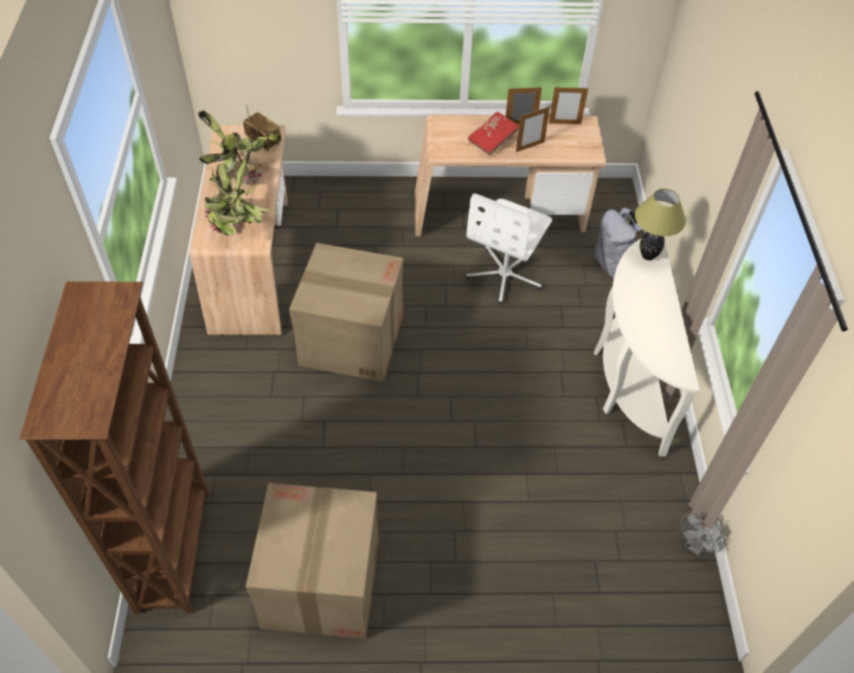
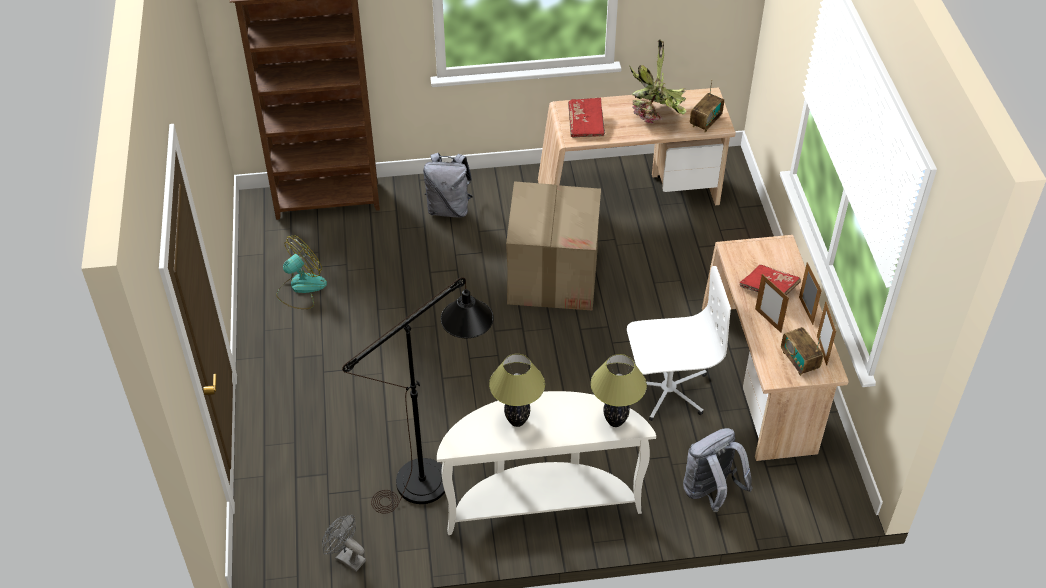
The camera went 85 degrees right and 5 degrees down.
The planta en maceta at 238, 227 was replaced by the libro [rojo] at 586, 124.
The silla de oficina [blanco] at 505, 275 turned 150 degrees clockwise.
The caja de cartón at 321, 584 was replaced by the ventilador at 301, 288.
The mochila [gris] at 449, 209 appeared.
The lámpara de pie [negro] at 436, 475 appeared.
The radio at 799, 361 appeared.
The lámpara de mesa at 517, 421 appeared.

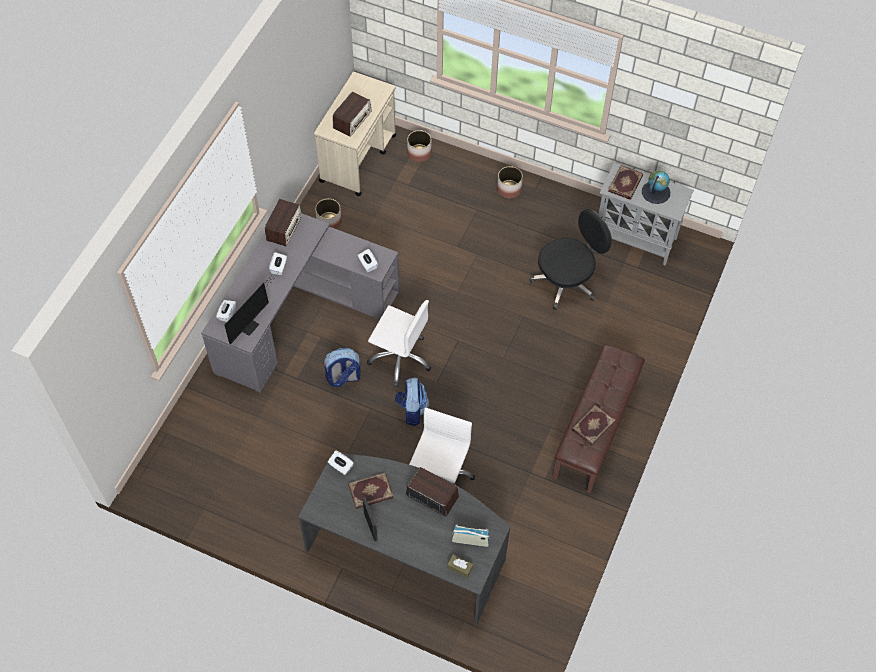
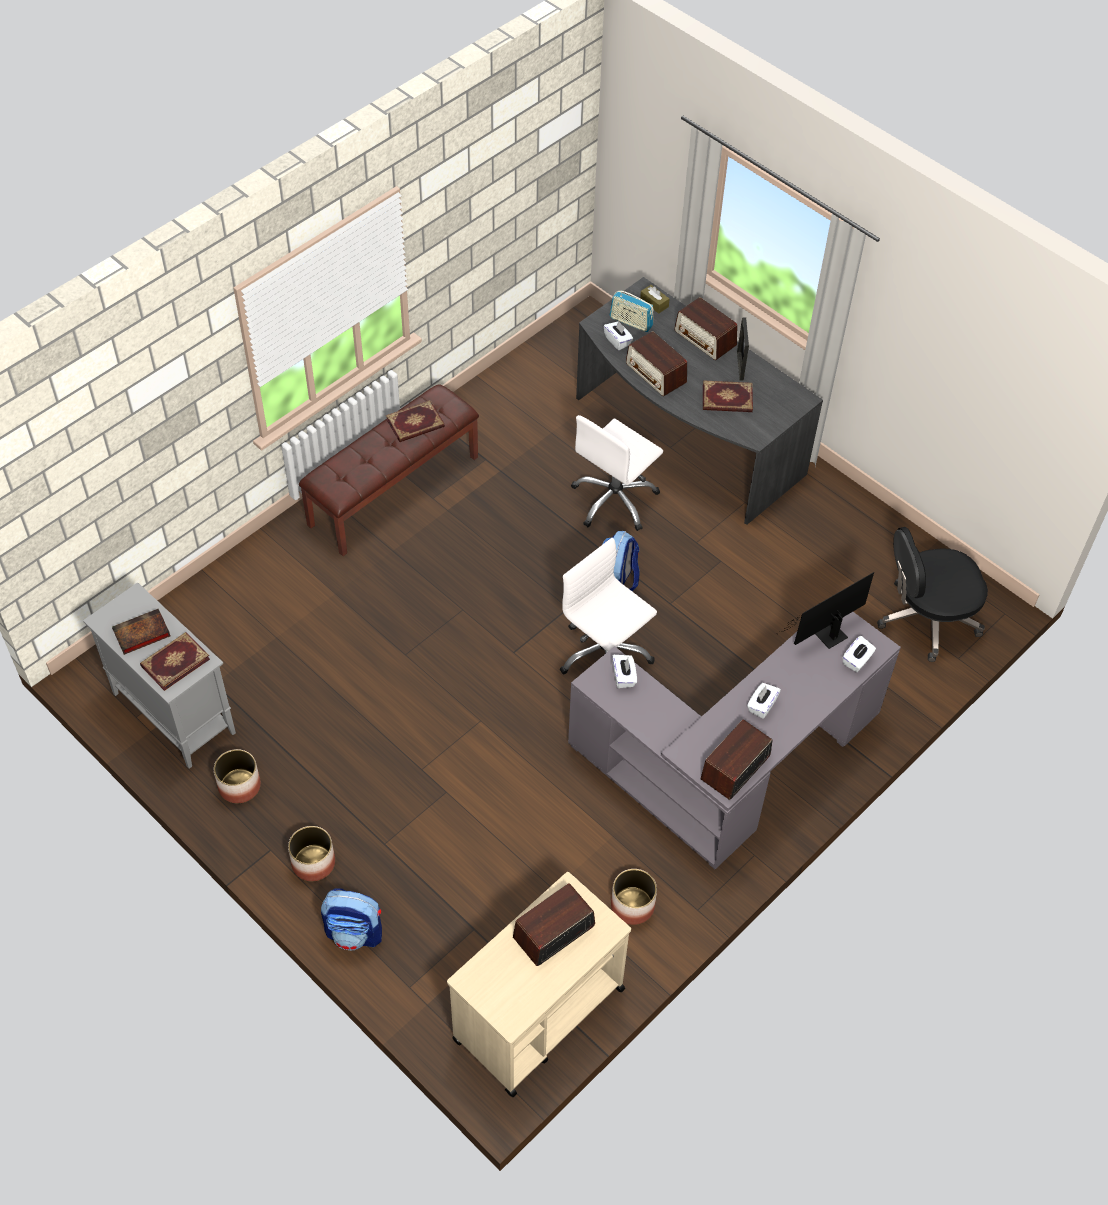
The camera went 160 degrees left and 5 degrees down.
The maceta moved from 419, 153 to 239, 786.
The globo terráqueo at 655, 192 was replaced by the libro at 140, 634.
The silla de oficina [negro] moved from 566, 281 to 926, 619.
The mochila moved from 343, 378 to 355, 932.
The caja de pañuelos [blanco] moved from 341, 466 to 618, 341.
The radio at 705, 338 appeared.

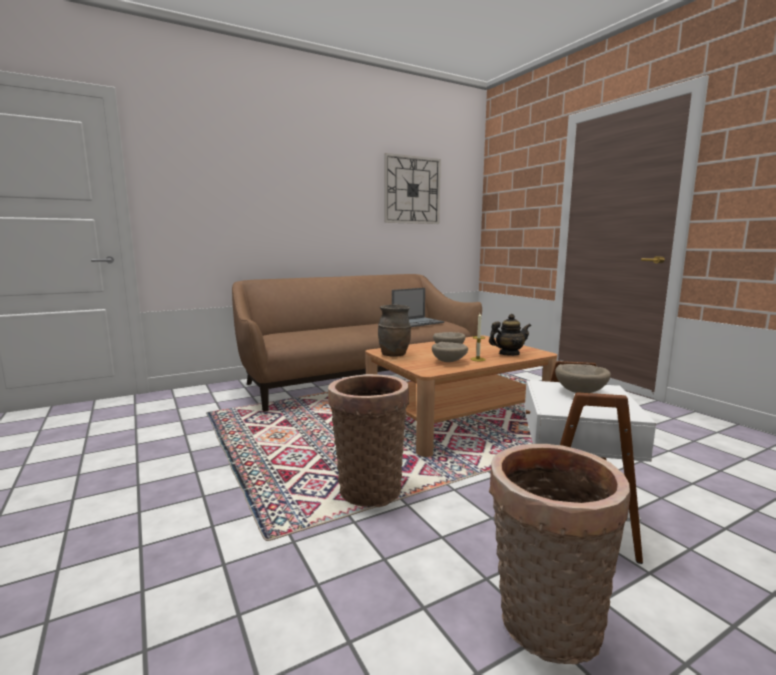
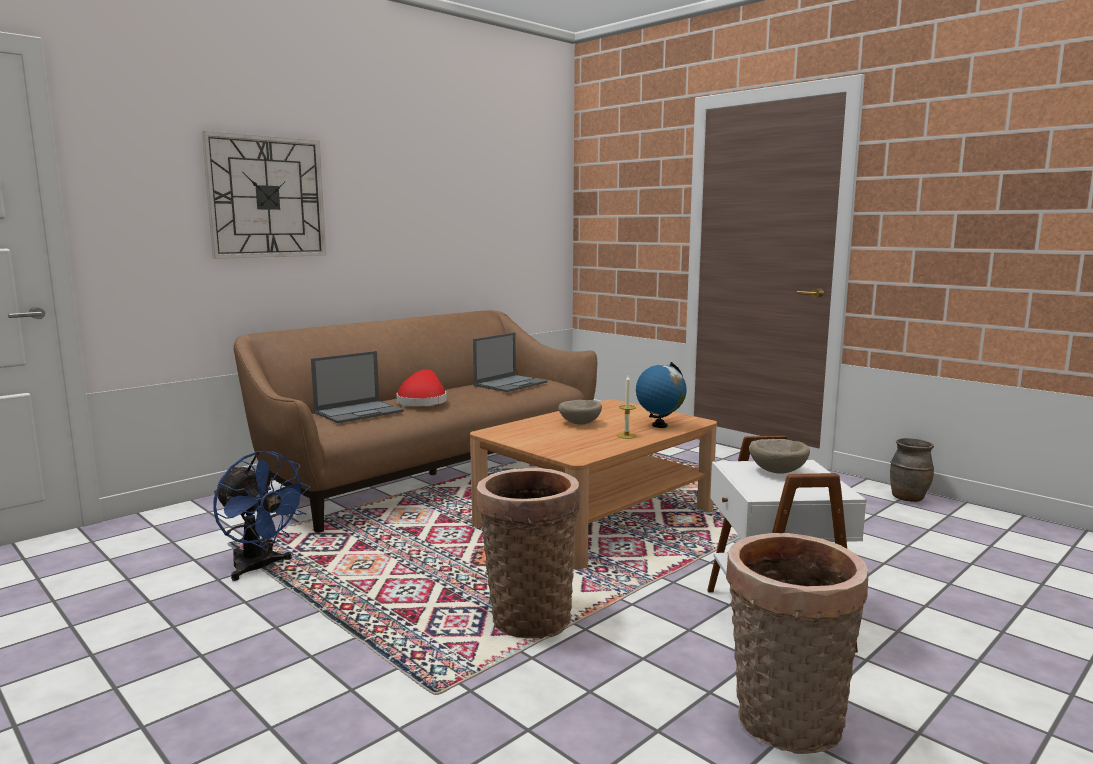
The camera went 15 degrees left and 0 degrees up.
The reloj de pared moved from 412, 190 to 266, 197.
The florero [marrón] moved from 394, 355 to 908, 498.
The tetera at 508, 354 was replaced by the globo terráqueo at 659, 425.
The cuenco [beis] at 450, 361 disappeared.
The portátil at 359, 412 appeared.
The sombrero [rojo] at 422, 401 appeared.
The ventilador [azul] at 260, 568 appeared.

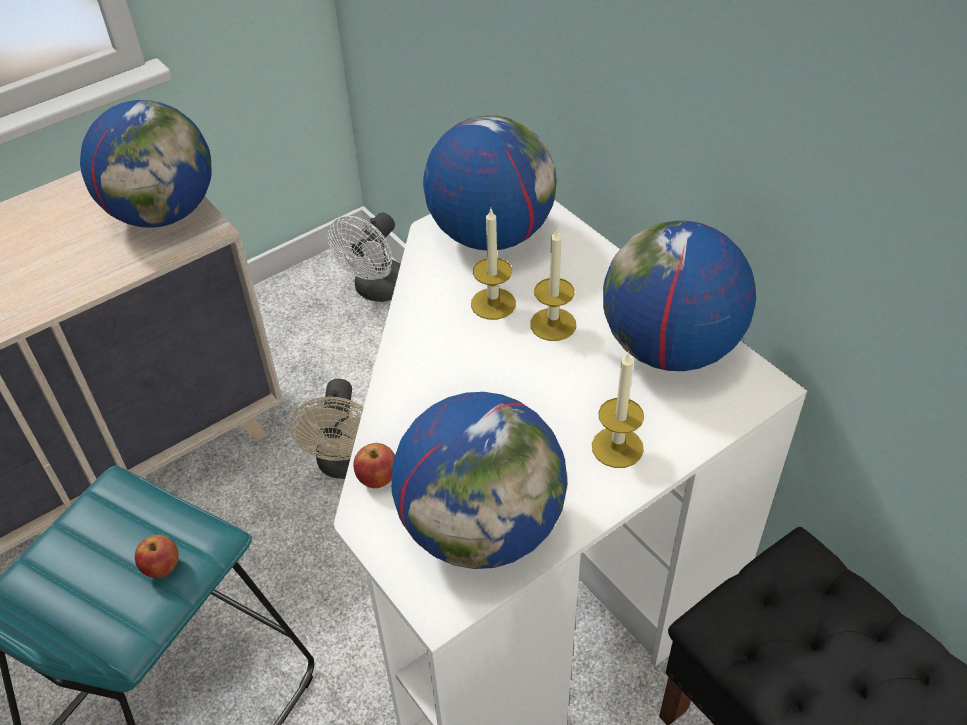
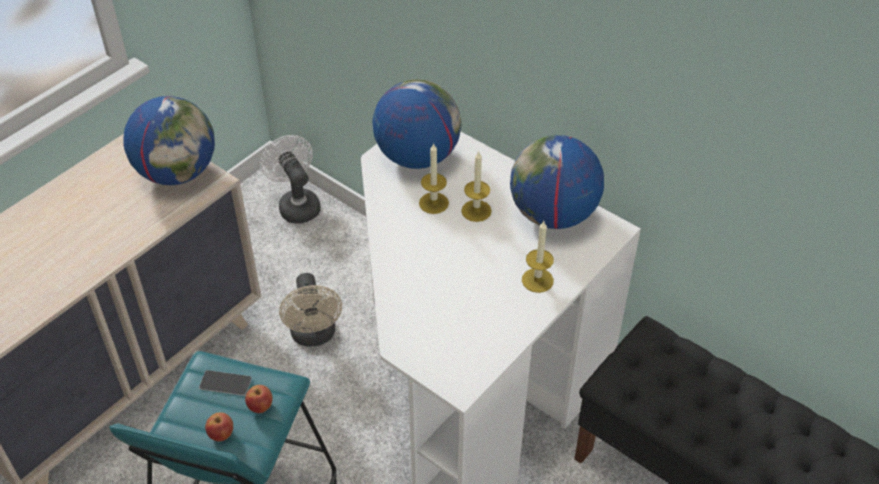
The camera went 15 degrees left and 0 degrees up.
The ventilador [blanco] at 376, 291 turned 135 degrees clockwise.
The globo terráqueo at 482, 528 disappeared.
The manzana moved from 377, 479 to 221, 434.
The móvil at 225, 383 appeared.

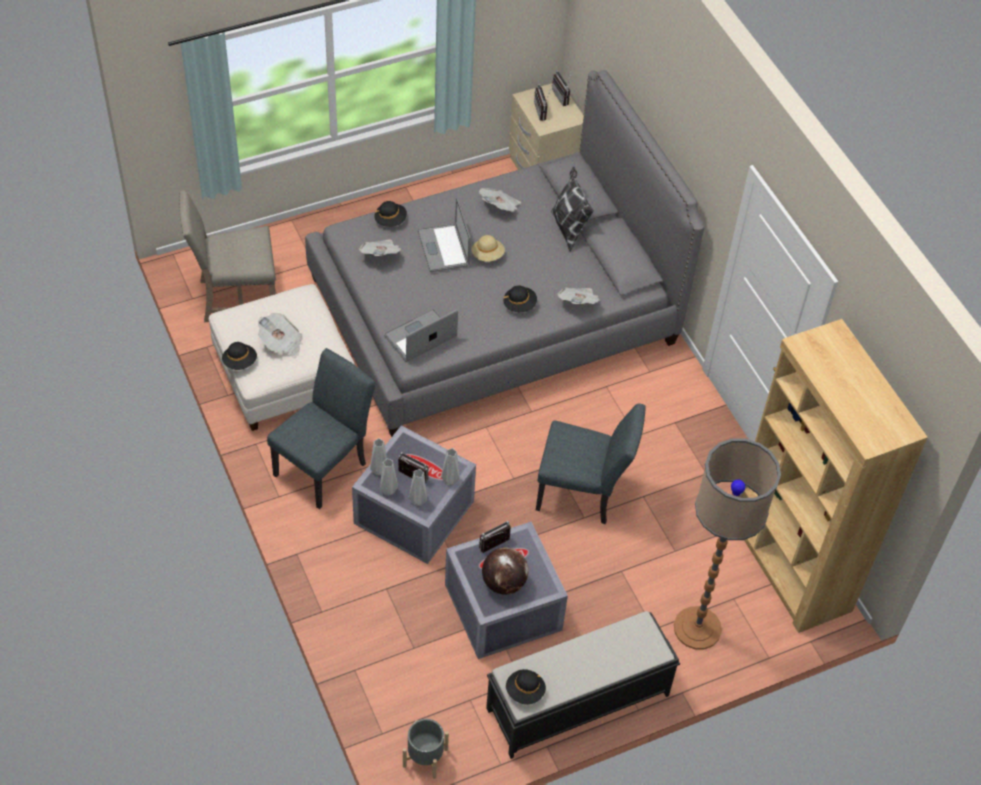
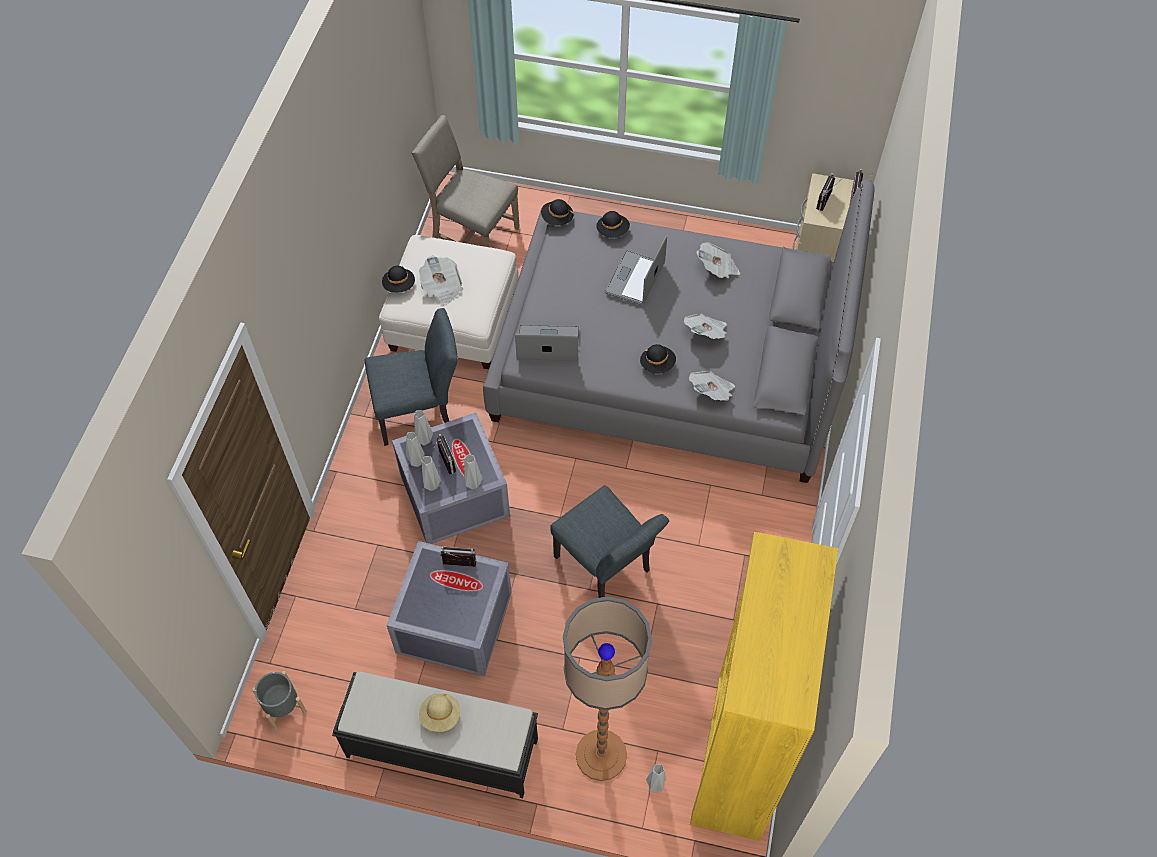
The camera went 40 degrees right and 5 degrees up.
The cojín at 569, 228 disappeared.
The sombrero [beis] moved from 487, 255 to 440, 716.
The periódico moved from 381, 255 to 706, 333.
The estantería [marrón] at 790, 566 became the estantería [amarillo] at 736, 756.
The globo terráqueo at 503, 582 disappeared.
The sombrero [negro] moved from 525, 691 to 557, 219.
The florero [gris] at 655, 784 appeared.

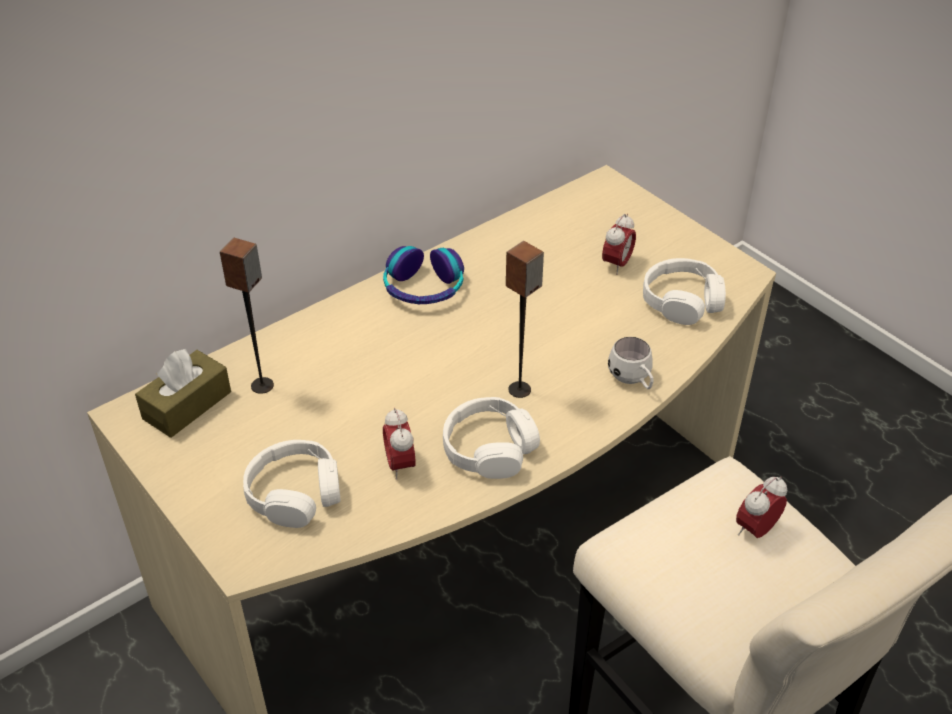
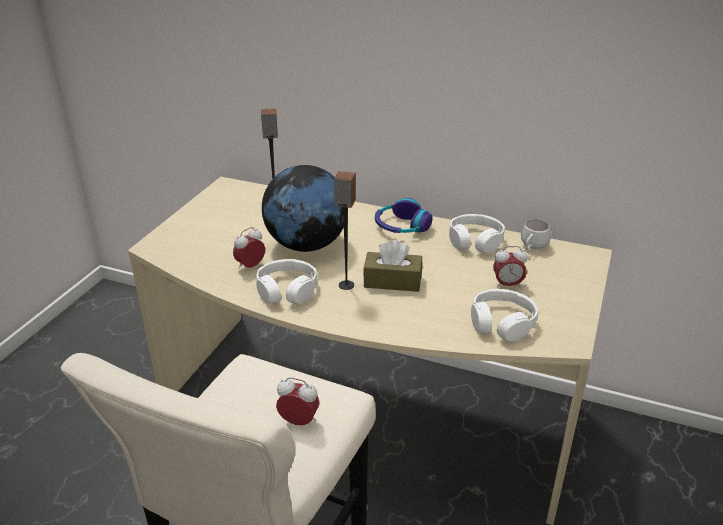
The camera went 60 degrees right and 10 degrees down.
The taza grande [blanco] moved from 633, 380 to 532, 248.
The caja de pañuelos [marrón] moved from 187, 405 to 392, 281.
The auriculares [blanco] moved from 295, 493 to 475, 241.
The globo terráqueo at 306, 245 appeared.

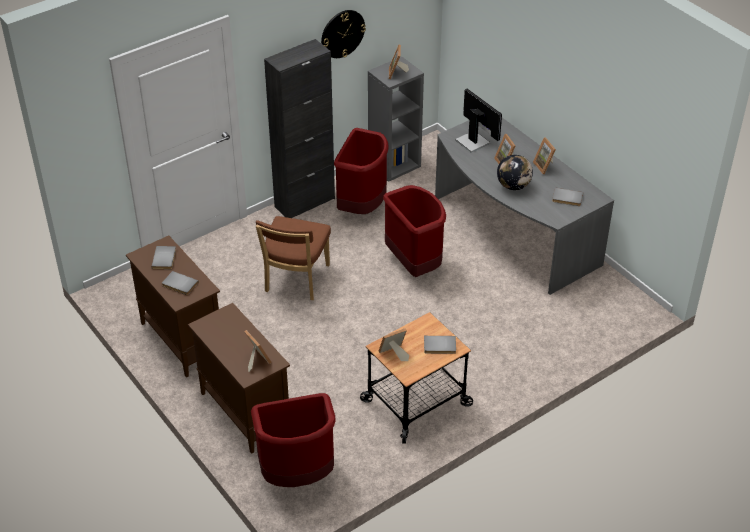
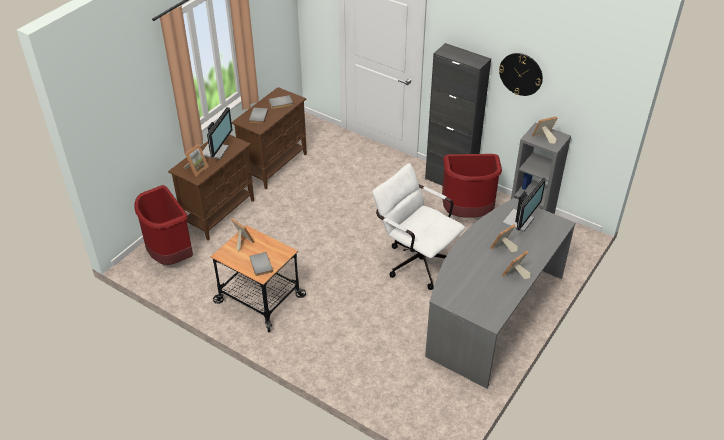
The camera went 70 degrees right and 0 degrees up.
The globo terráqueo at 513, 186 disappeared.
The papelera [rojo] at 414, 263 was replaced by the silla de oficina [blanco] at 415, 260.
The libro [gris] at 567, 198 disappeared.
The silla [marrón] at 295, 280 disappeared.
The monitor at 216, 151 appeared.

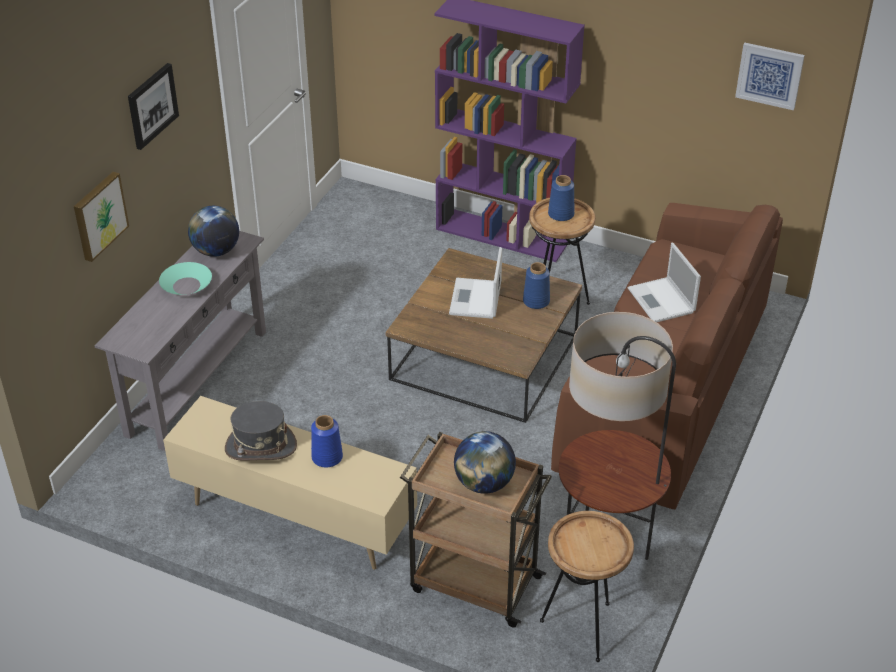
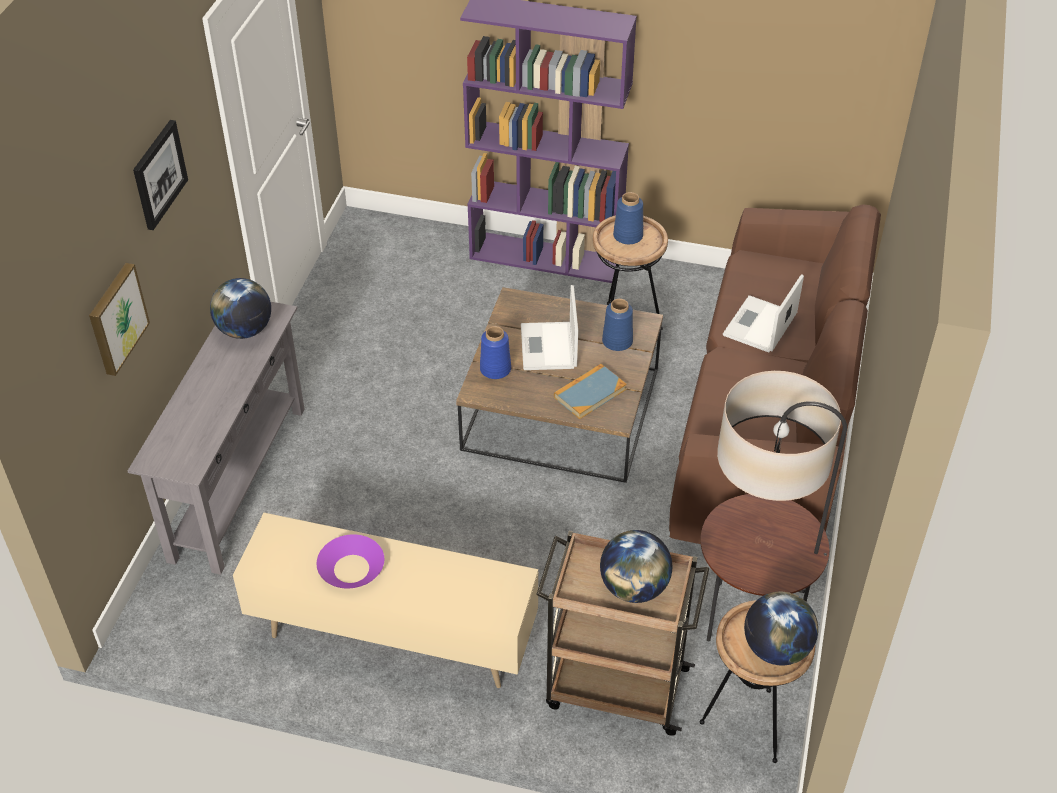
The camera went 10 degrees left and 5 degrees up.
The cuadro at 769, 75 disappeared.
The portátil at 662, 301 turned 60 degrees clockwise.
The cuenco [turquesa] at 186, 285 disappeared.
The sombrero [gris] at 260, 447 was replaced by the cuenco [morado] at 351, 568.
The florero [azul] moved from 326, 457 to 495, 369.
The libro at 589, 393 appeared.
The globo terráqueo at 776, 649 appeared.

